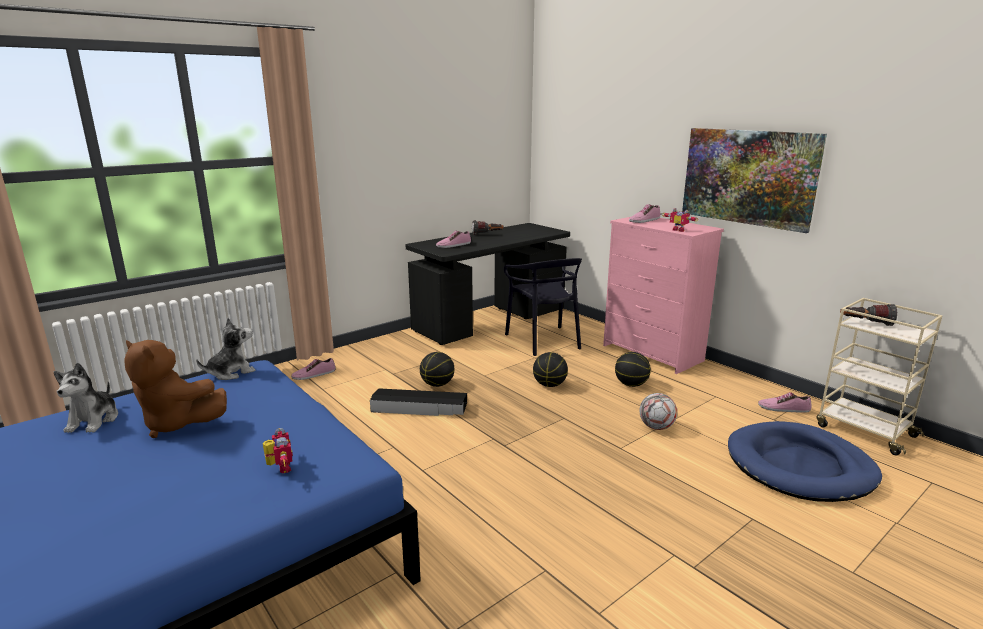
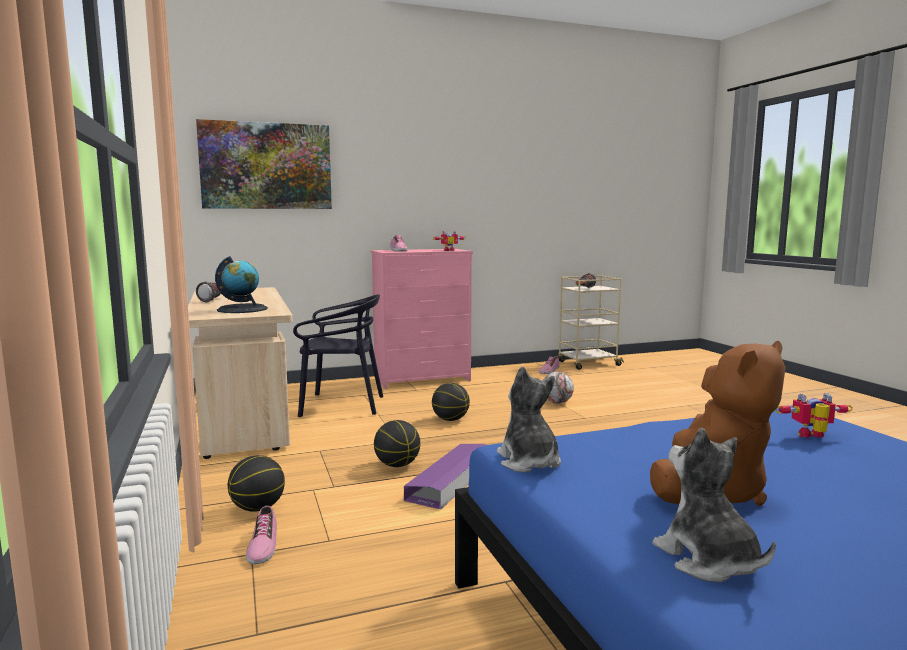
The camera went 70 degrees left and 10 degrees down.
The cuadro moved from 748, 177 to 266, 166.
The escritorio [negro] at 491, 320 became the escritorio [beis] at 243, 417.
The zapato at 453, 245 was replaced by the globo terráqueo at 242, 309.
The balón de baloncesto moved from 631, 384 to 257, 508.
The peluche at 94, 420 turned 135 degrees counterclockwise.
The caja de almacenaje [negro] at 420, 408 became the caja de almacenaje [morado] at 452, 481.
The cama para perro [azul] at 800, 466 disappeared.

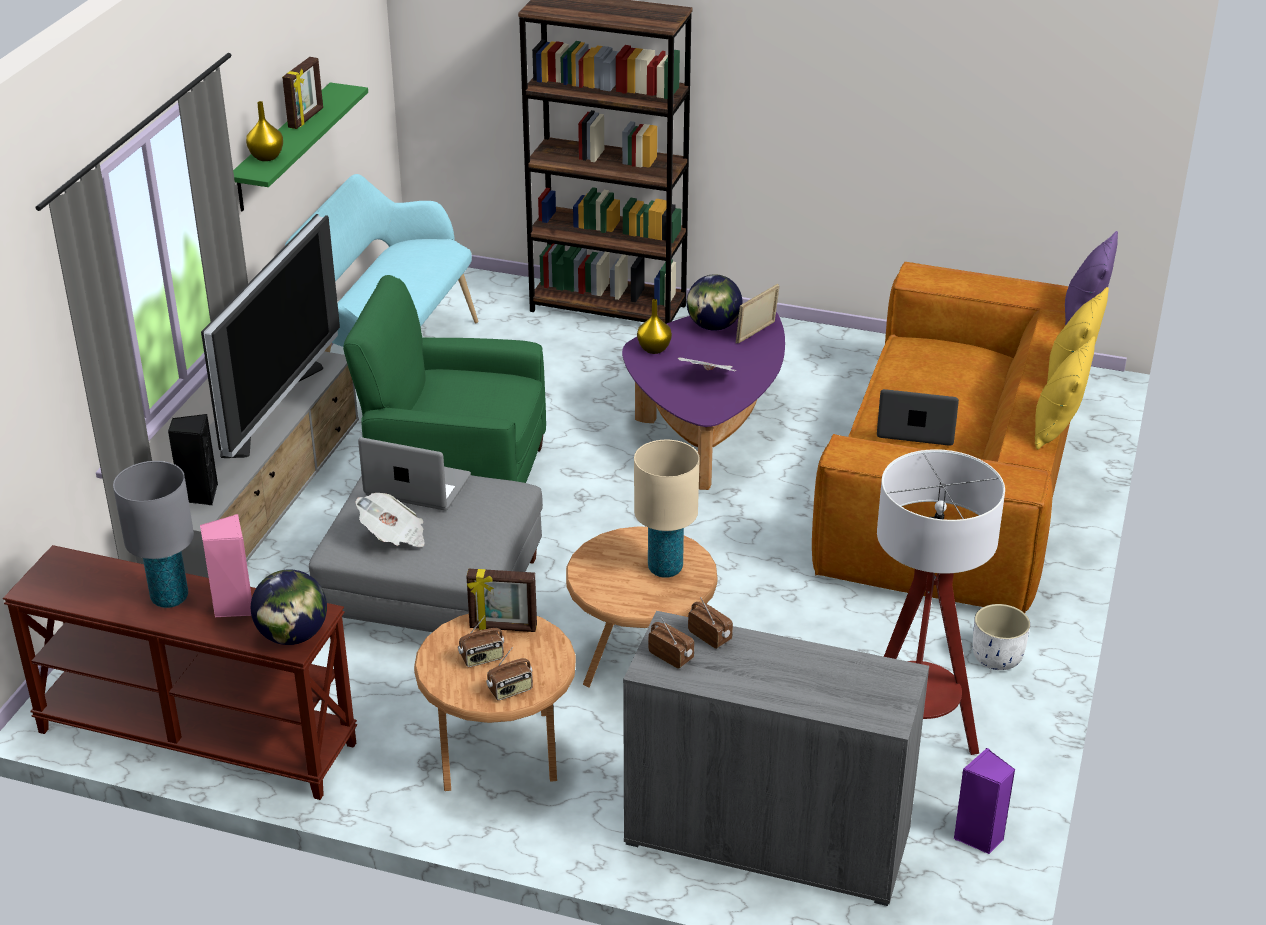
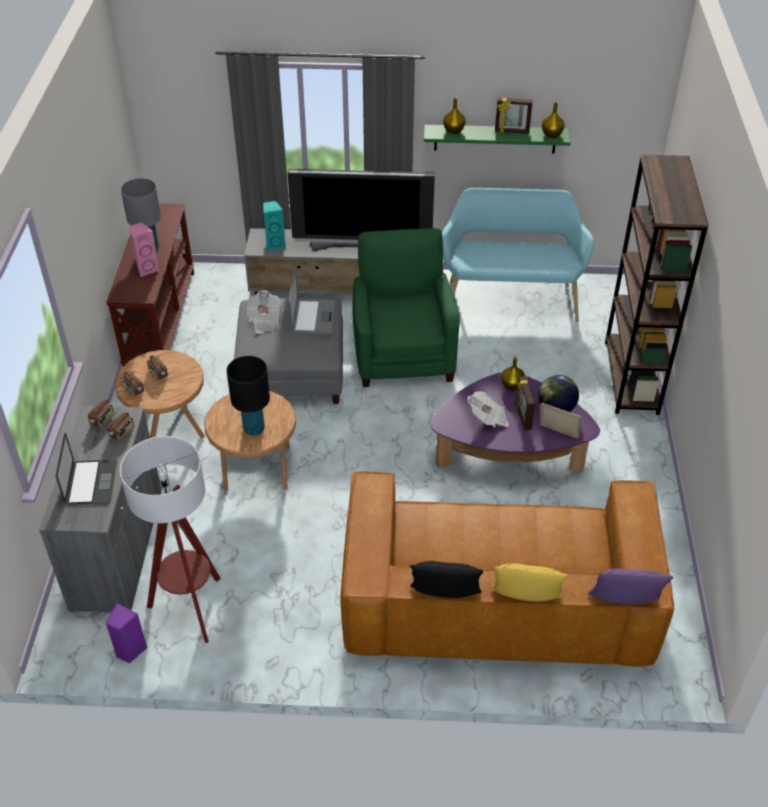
The camera went 75 degrees right and 10 degrees up.
The cojín [amarillo] at 1056, 429 became the cojín [negro] at 445, 597.
The portátil moved from 916, 428 to 91, 482.
The altavoz [negro] at 199, 494 became the altavoz [turquesa] at 275, 244.
The lámpara de mesa [beis] at 665, 568 became the lámpara de mesa [negro] at 254, 429.
The globo terráqueo at 292, 636 disappeared.
The portarretratos moved from 503, 628 to 522, 417.
The maceta [blanco] at 997, 658 disappeared.
The florero [amarillo] at 551, 135 appeared.

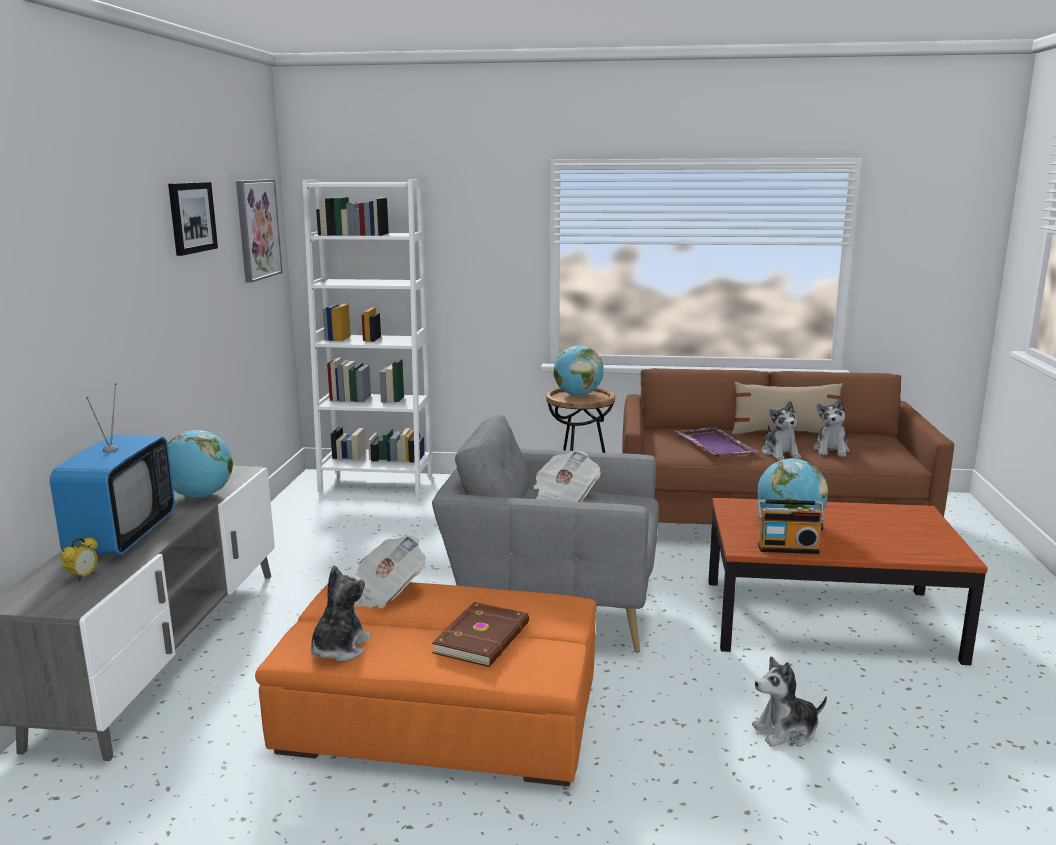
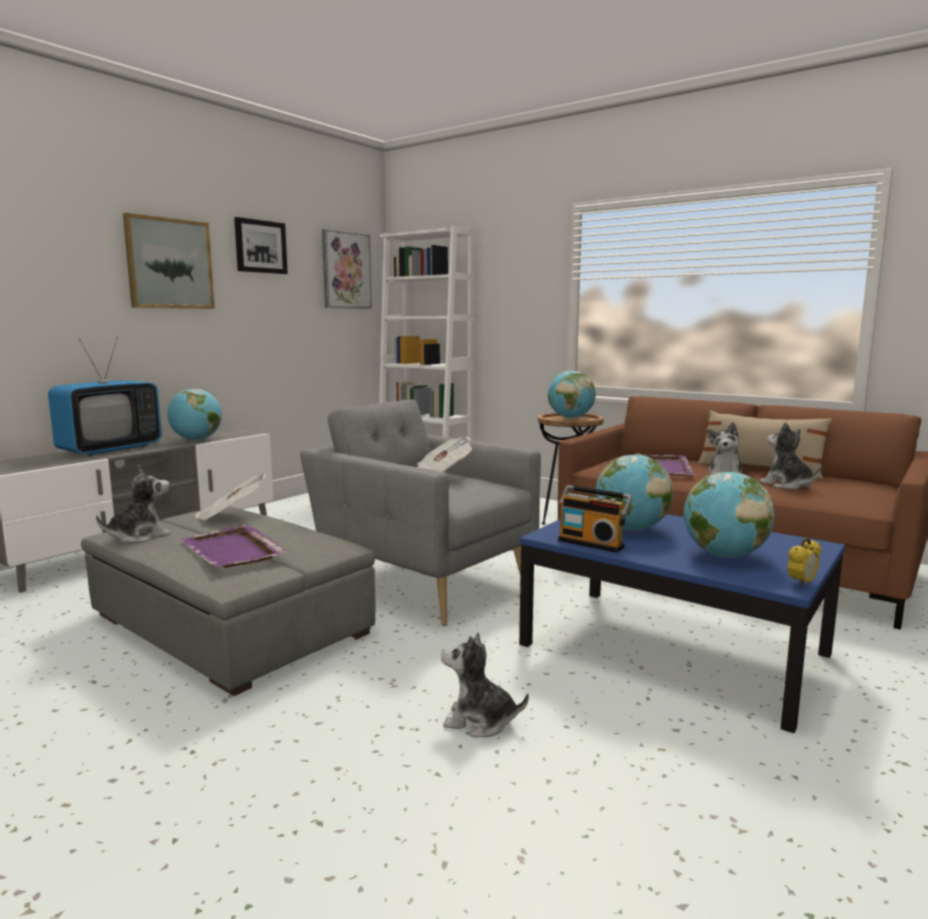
The camera went 30 degrees right and 5 degrees down.
The peluche at 831, 450 turned 105 degrees clockwise.
The mesa de centro [marrón] at 828, 619 became the mesa de centro [azul] at 673, 649.
The despertador moved from 83, 577 to 801, 583.
The puf [naranja] at 441, 715 became the puf [gris] at 230, 623.
The libro [marrón] at 484, 638 was replaced by the bandeja [morado] at 233, 551.
The cuadro at 169, 264 appeared.
The globo terráqueo at 724, 555 appeared.

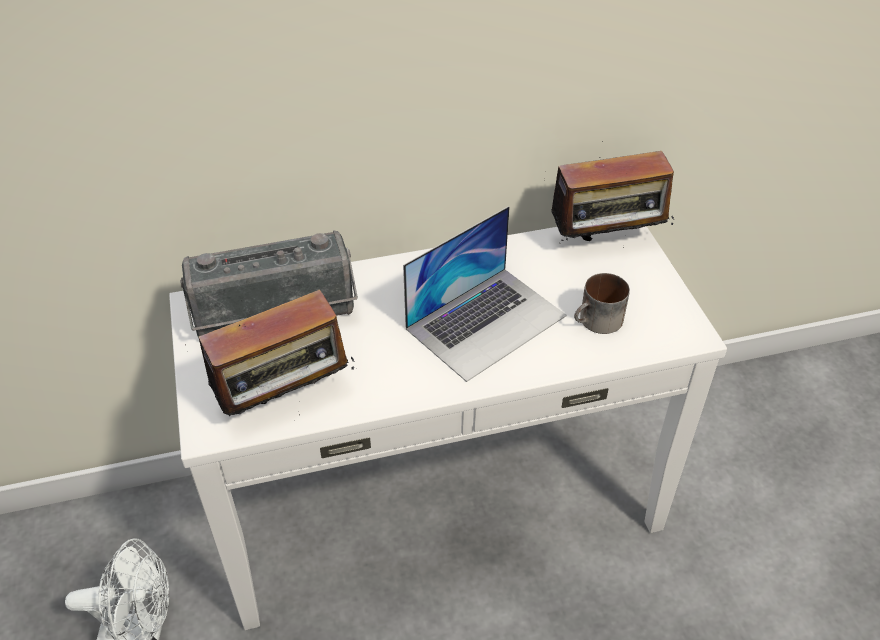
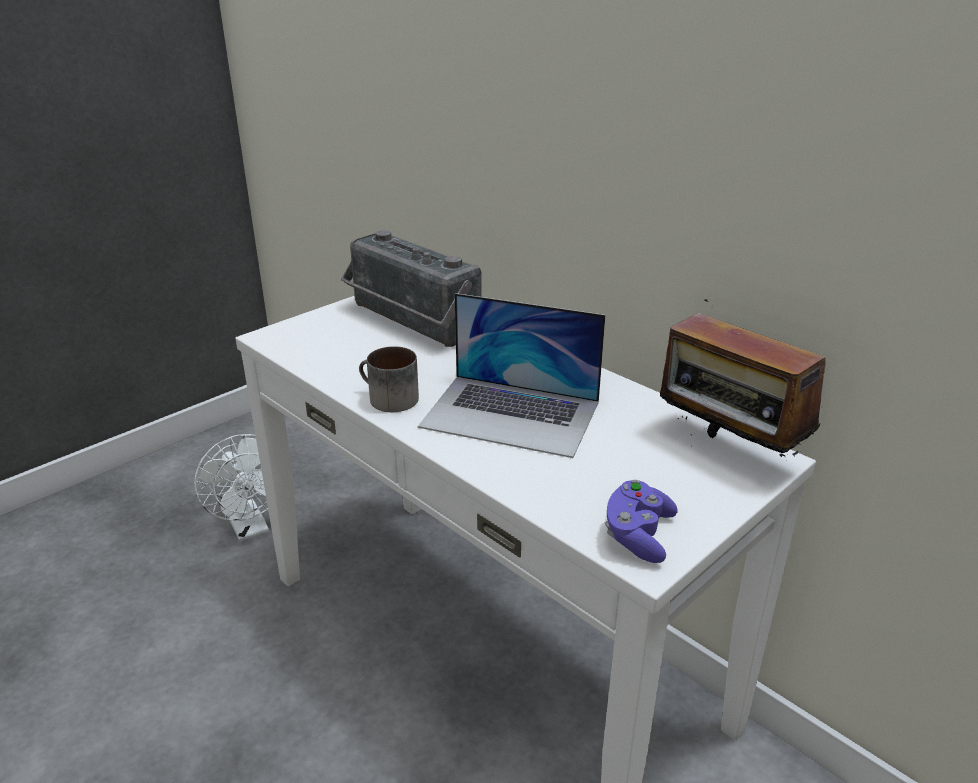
The camera went 60 degrees right and 15 degrees down.
The taza grande moved from 597, 322 to 387, 399.
The radio at 286, 401 disappeared.
The mando de consola [morado] at 638, 535 appeared.

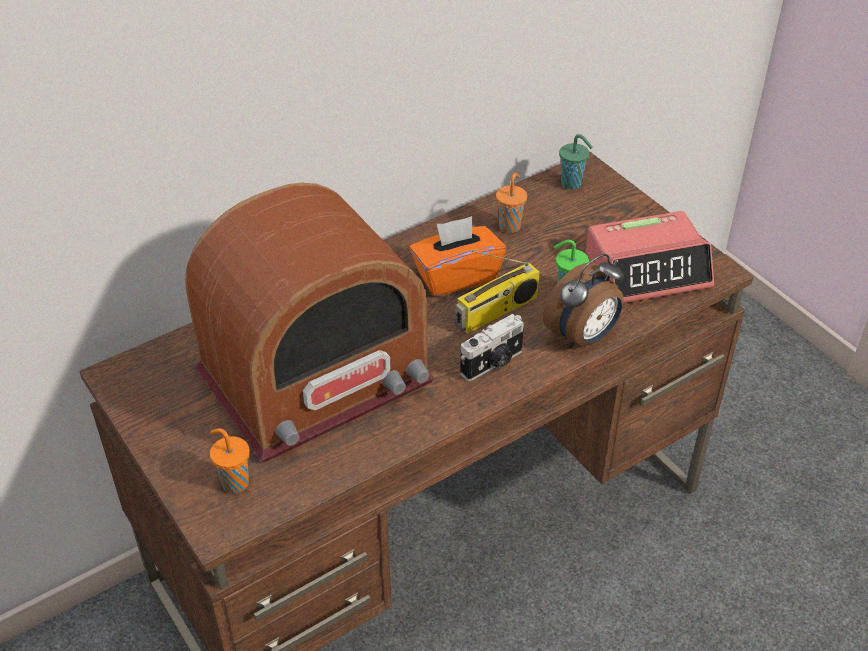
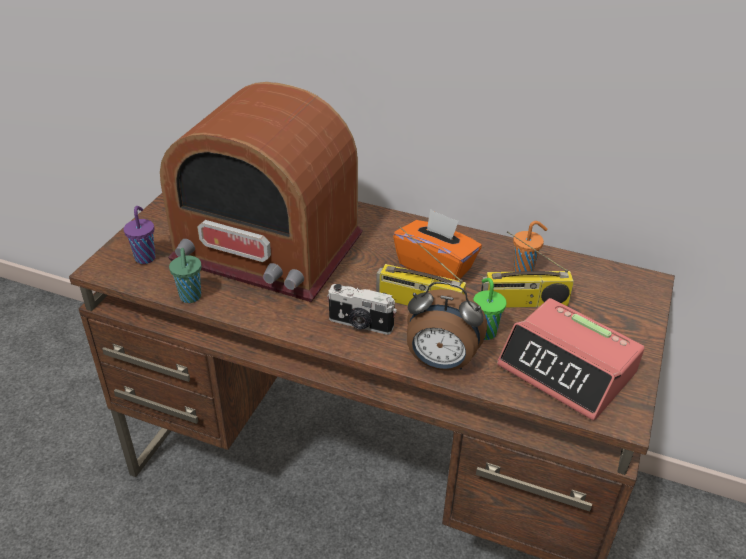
The camera went 55 degrees right and 5 degrees down.
The taza [verde] moved from 572, 184 to 190, 297.
The taza [naranja] at 234, 482 became the taza [morado] at 145, 257.
The radio at 523, 303 appeared.

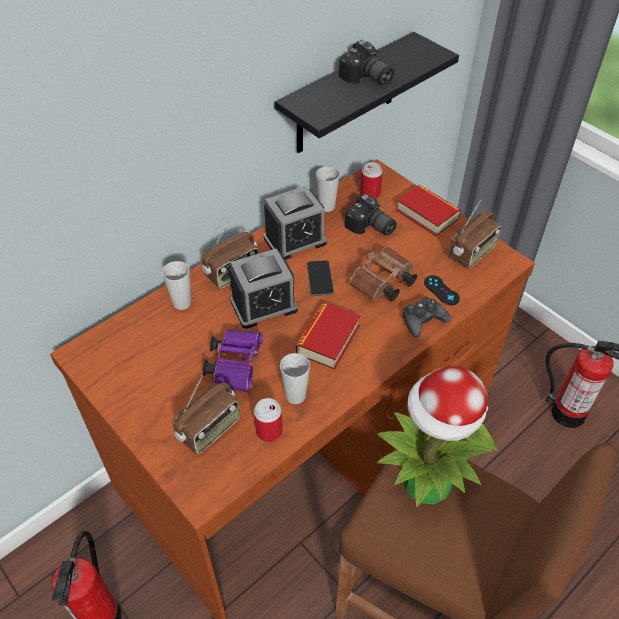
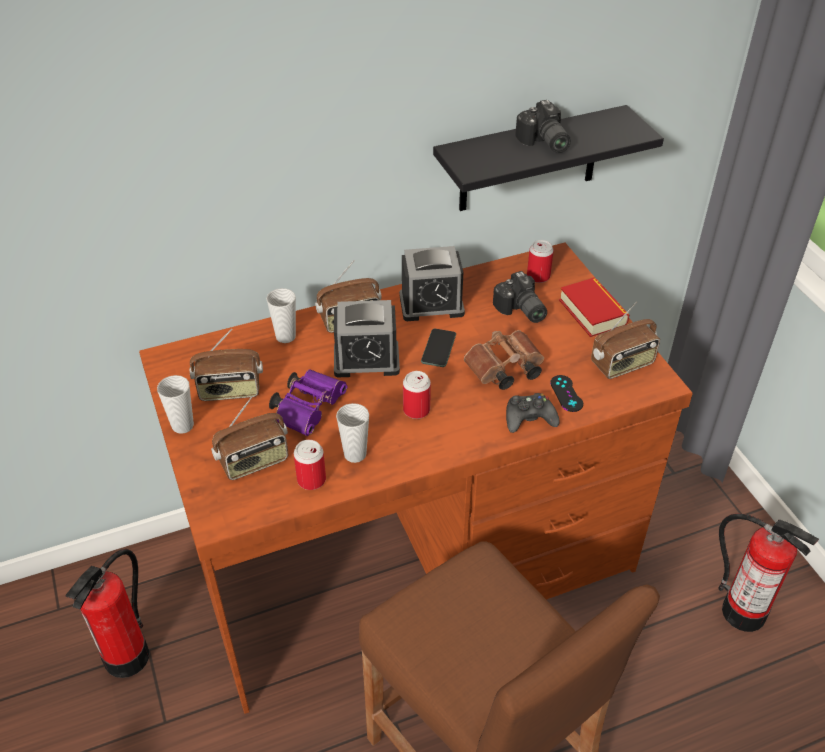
The camera went 20 degrees right and 5 degrees down.
The taza moved from 327, 206 to 182, 425.
The libro at 328, 339 was replaced by the lata at 416, 410.
The planta en maceta at 426, 483 disappeared.
The radio at 230, 391 appeared.

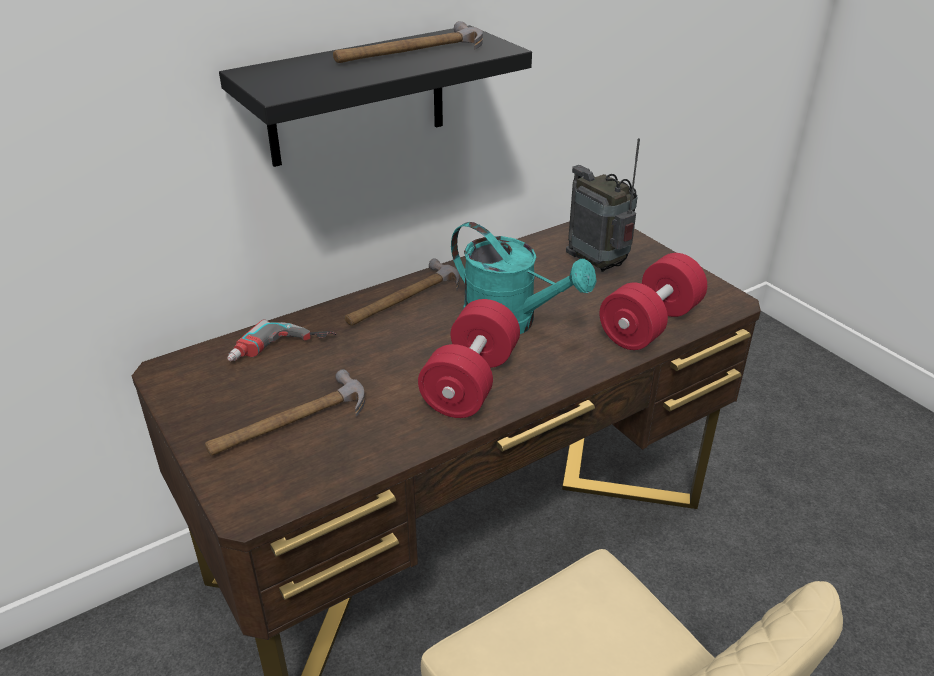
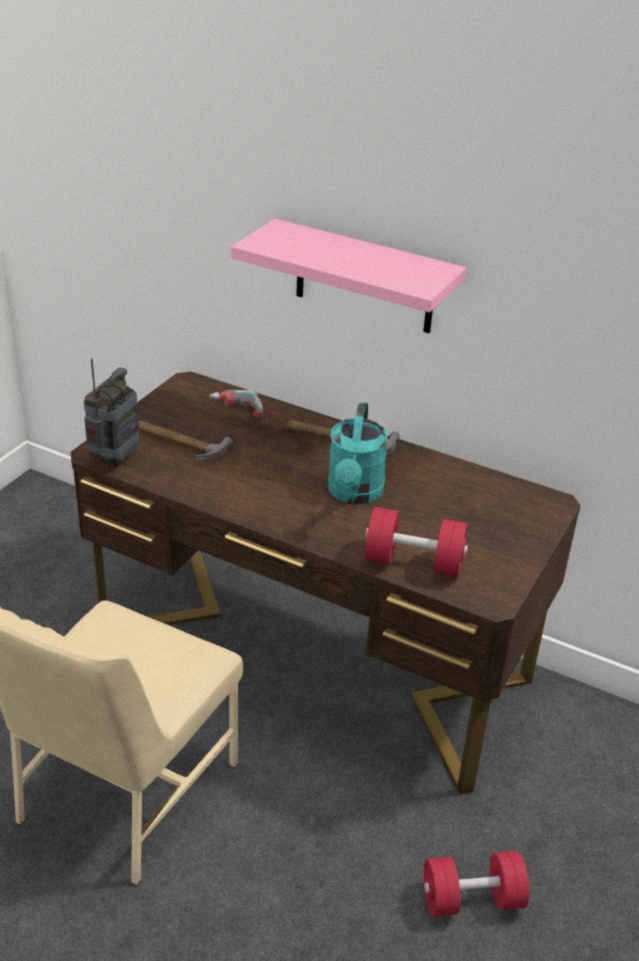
The camera went 60 degrees right and 0 degrees up.
The martillo at 410, 52 disappeared.
The estante [negro] at 357, 96 became the estante [rosa] at 364, 278.
The radio moved from 598, 264 to 115, 458.
The mancuerna [rojo] moved from 470, 382 to 471, 899.

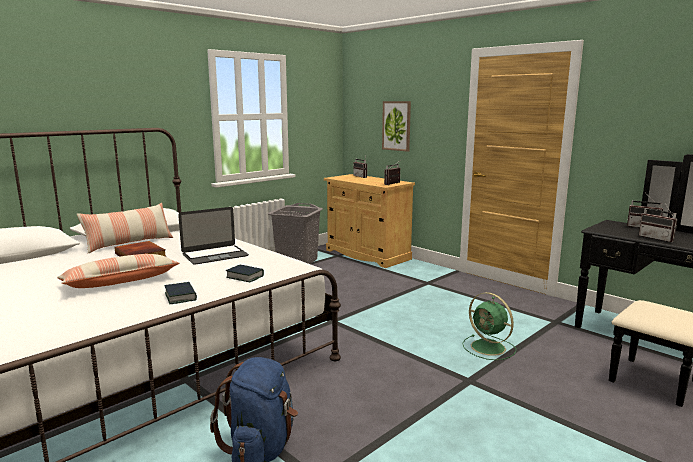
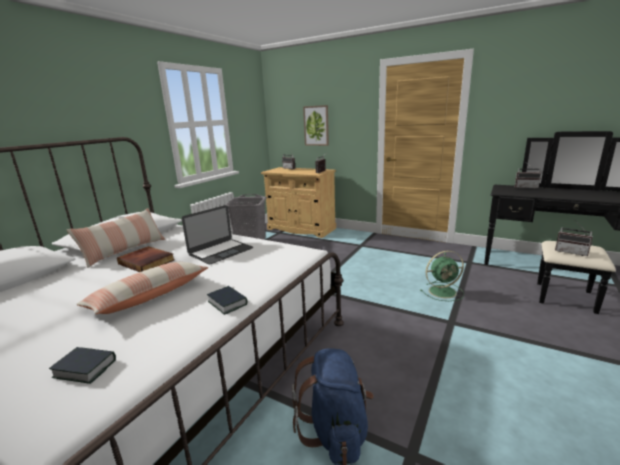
The camera went 15 degrees left and 5 degrees up.
The radio moved from 658, 238 to 571, 252.
The libro moved from 245, 277 to 85, 368.
The ventilador [verde] at 489, 348 turned 45 degrees counterclockwise.

